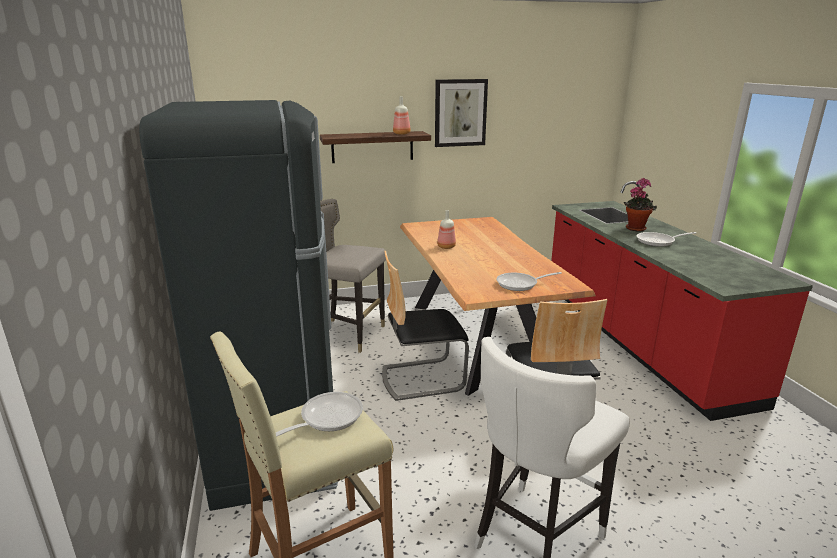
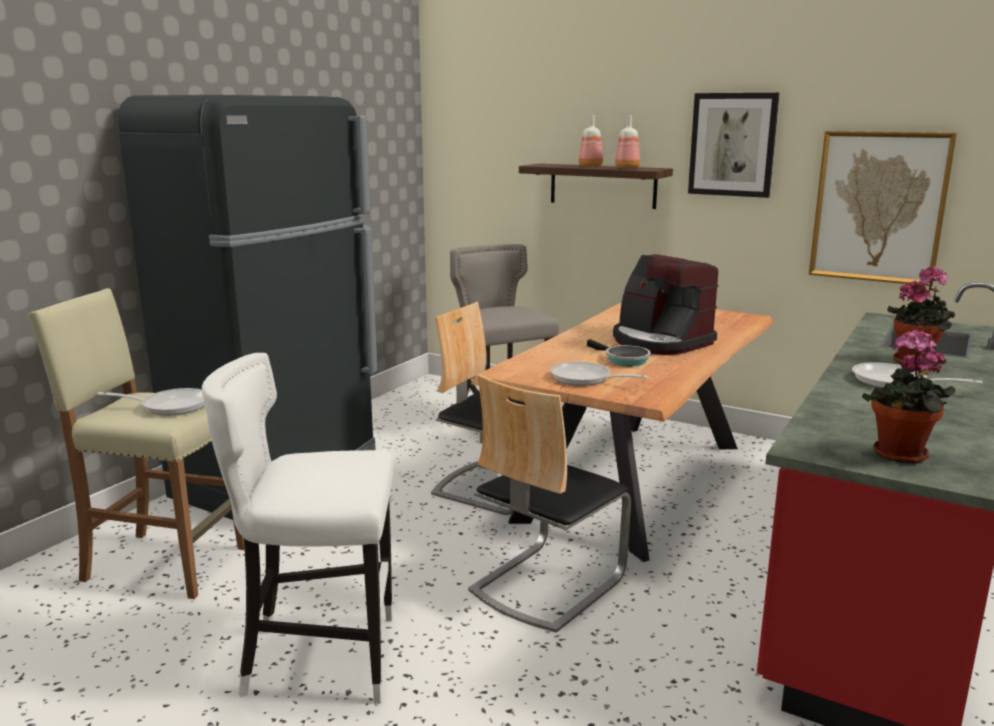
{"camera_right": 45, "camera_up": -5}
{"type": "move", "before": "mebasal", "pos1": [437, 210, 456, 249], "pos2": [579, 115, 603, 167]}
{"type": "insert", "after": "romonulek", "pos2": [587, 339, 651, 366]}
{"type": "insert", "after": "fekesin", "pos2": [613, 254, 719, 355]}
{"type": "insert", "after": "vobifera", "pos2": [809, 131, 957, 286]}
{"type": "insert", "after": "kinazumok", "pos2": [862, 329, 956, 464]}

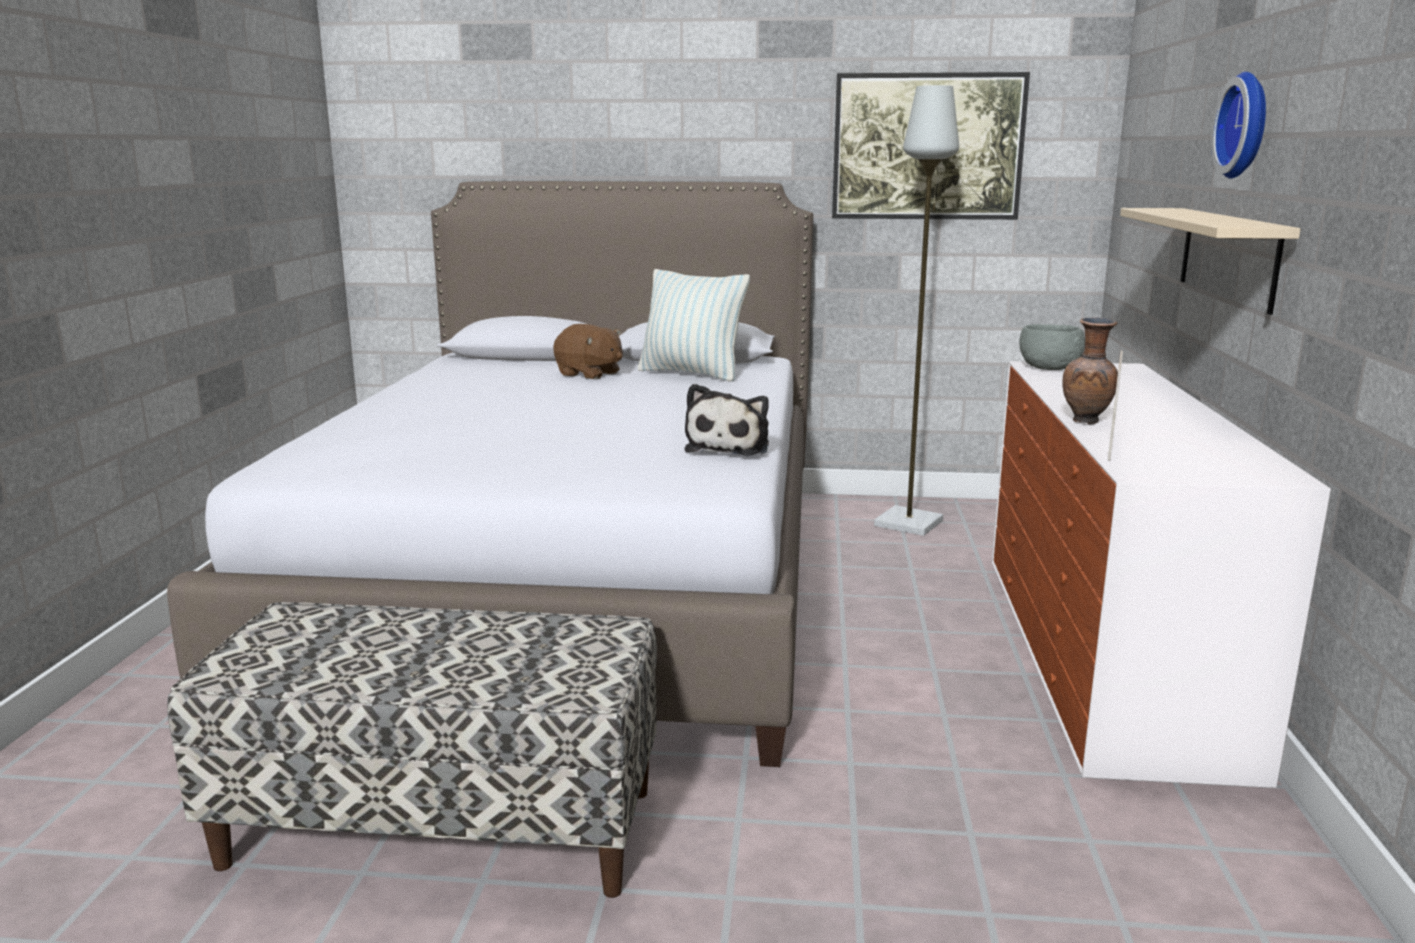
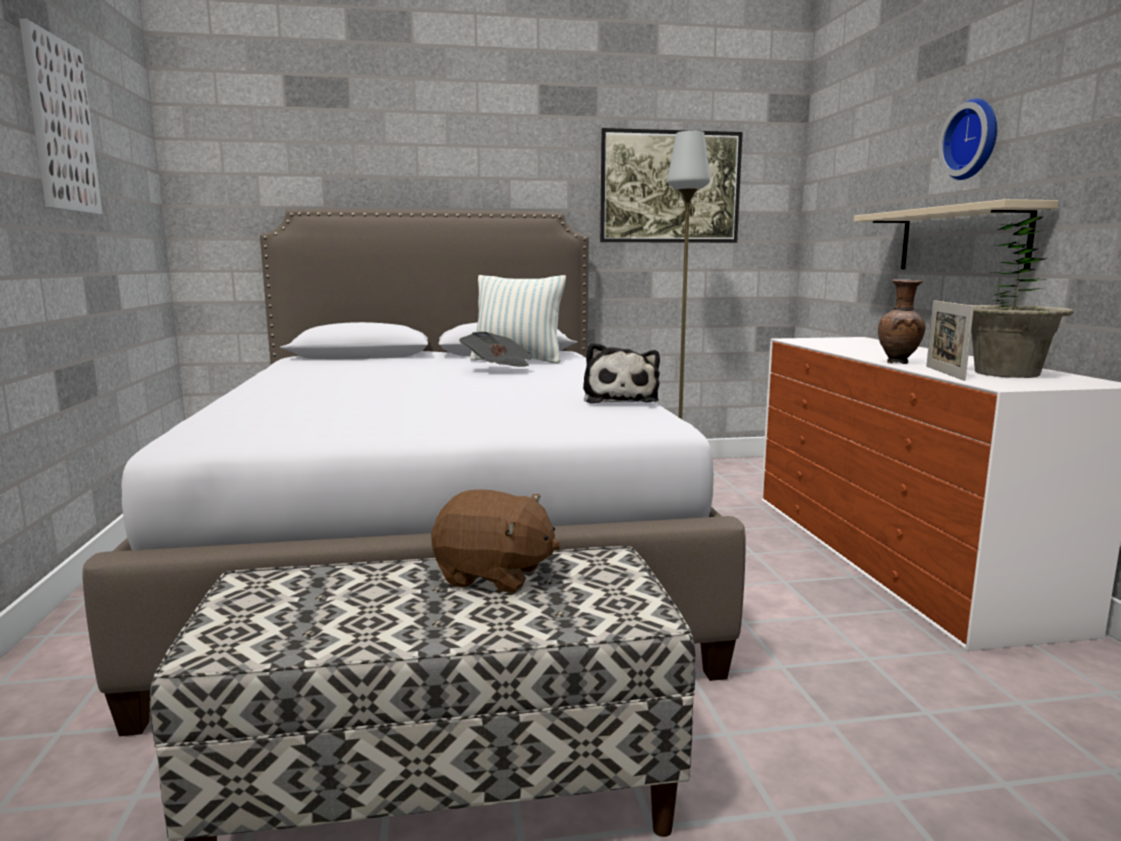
{"camera_right": -15, "camera_up": -5}
{"type": "move", "before": "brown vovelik", "pos1": [553, 324, 623, 380], "pos2": [431, 490, 561, 593]}
{"type": "delete", "before": "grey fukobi", "pos1": [1019, 324, 1085, 370]}
{"type": "insert", "after": "vobifera", "pos2": [19, 19, 102, 214]}
{"type": "insert", "after": "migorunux", "pos2": [460, 332, 532, 367]}
{"type": "insert", "after": "kinazumok", "pos2": [971, 216, 1074, 378]}

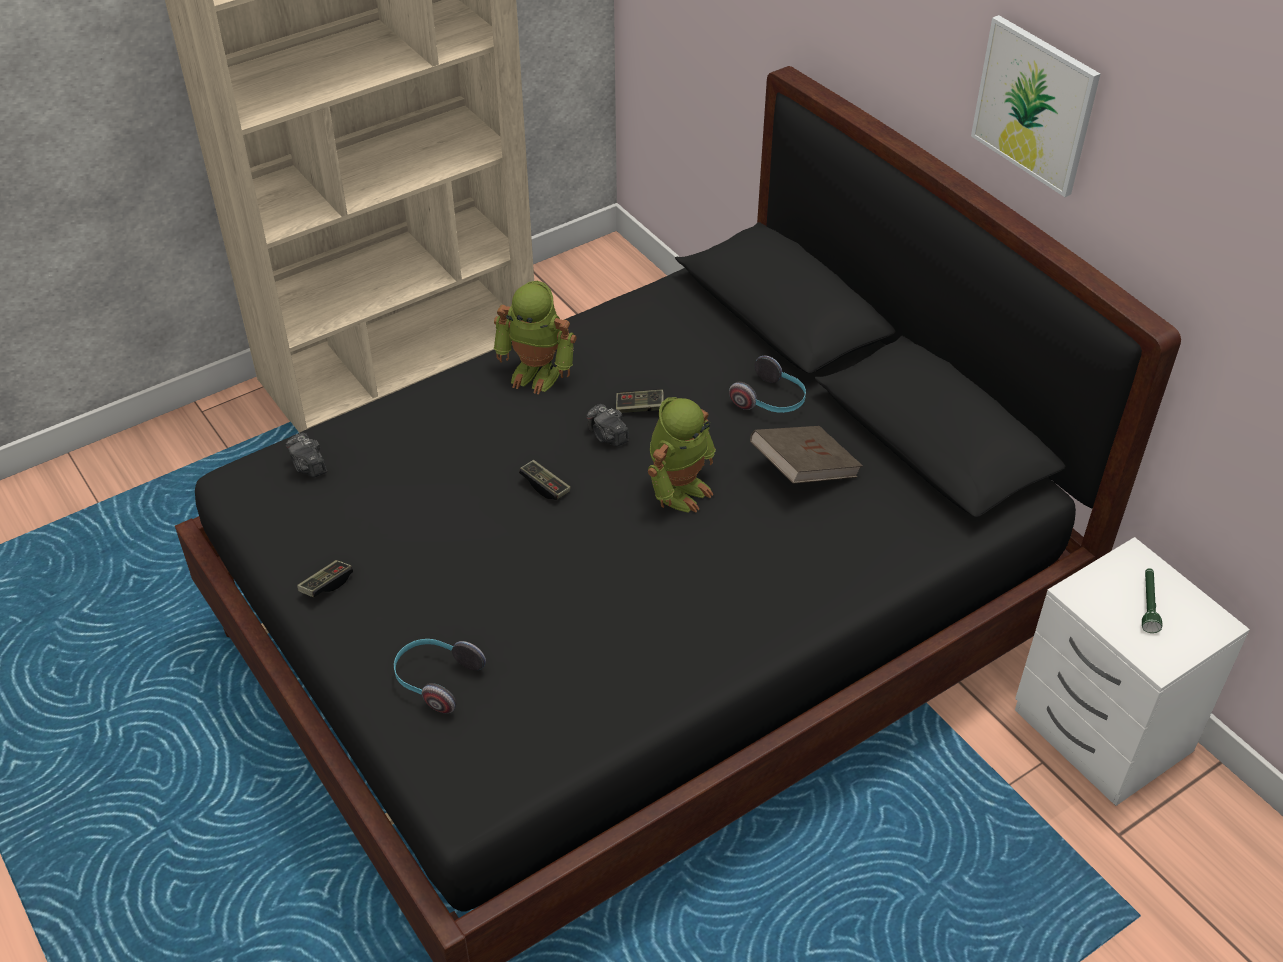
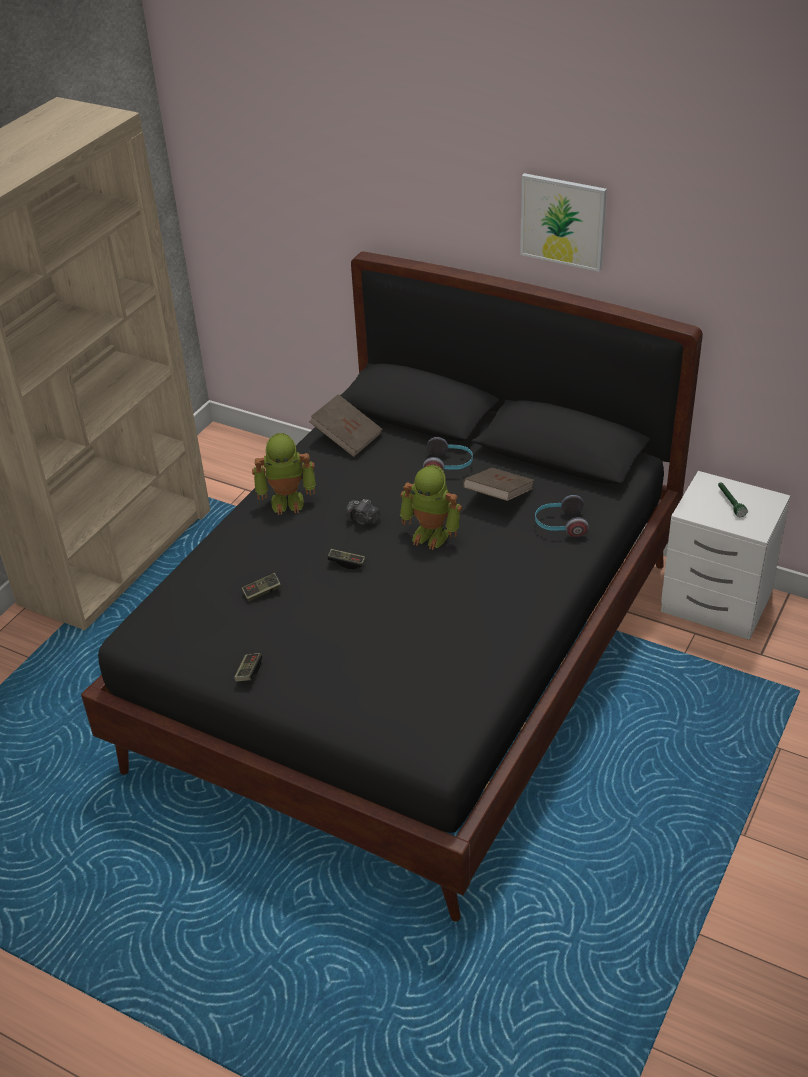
{"camera_right": -25, "camera_up": -5}
{"type": "delete", "before": "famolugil", "pos1": [286, 433, 327, 477]}
{"type": "move", "before": "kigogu", "pos1": [394, 639, 486, 713], "pos2": [535, 495, 589, 537]}
{"type": "move", "before": "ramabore", "pos1": [616, 389, 664, 413], "pos2": [242, 573, 281, 602]}
{"type": "rotate", "before": "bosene", "pos1": [648, 397, 716, 513], "pos2": [400, 465, 462, 550], "turn": 105}
{"type": "insert", "after": "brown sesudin", "pos2": [309, 394, 383, 457]}

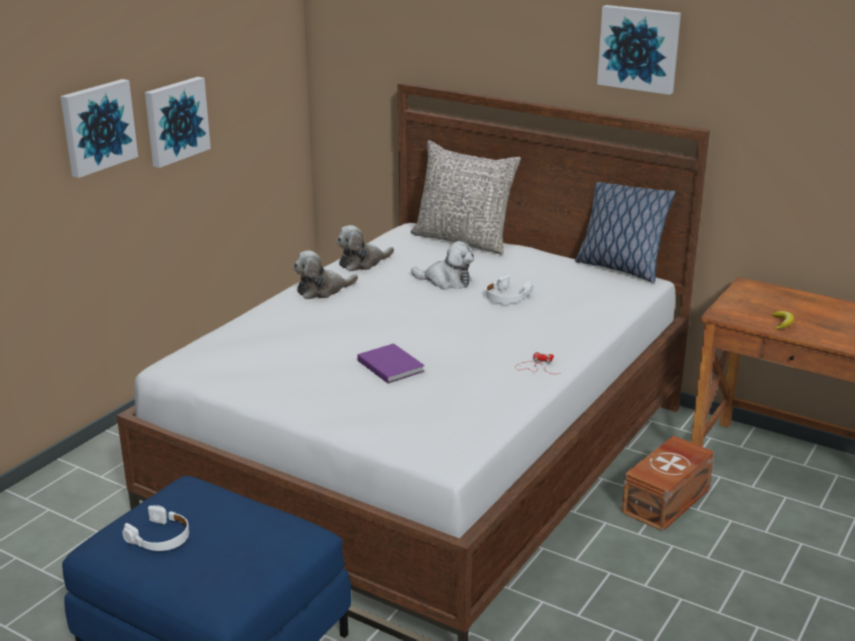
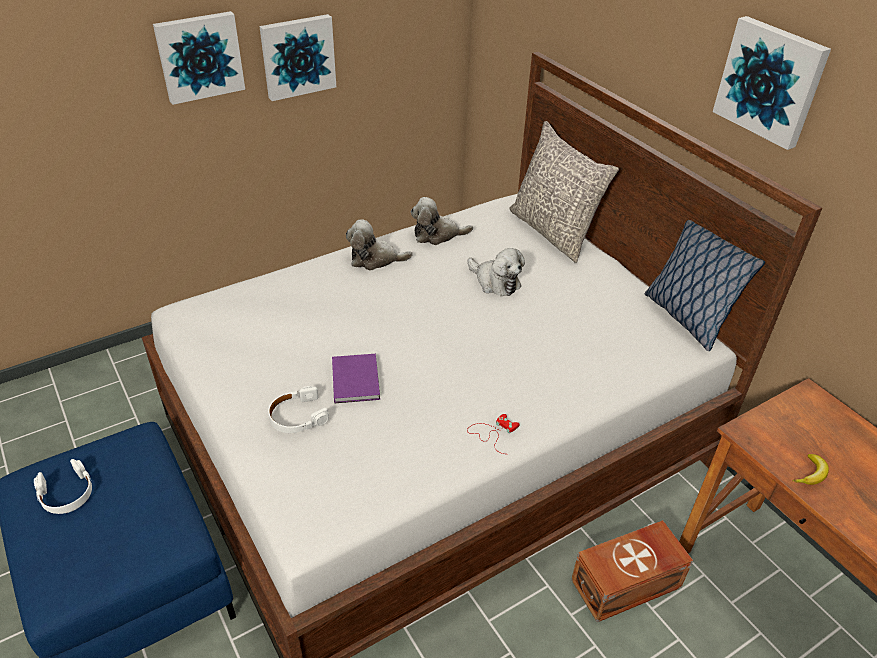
{"camera_right": 25, "camera_up": 15}
{"type": "move", "before": "white kigogu", "pos1": [486, 275, 533, 304], "pos2": [268, 386, 329, 433]}

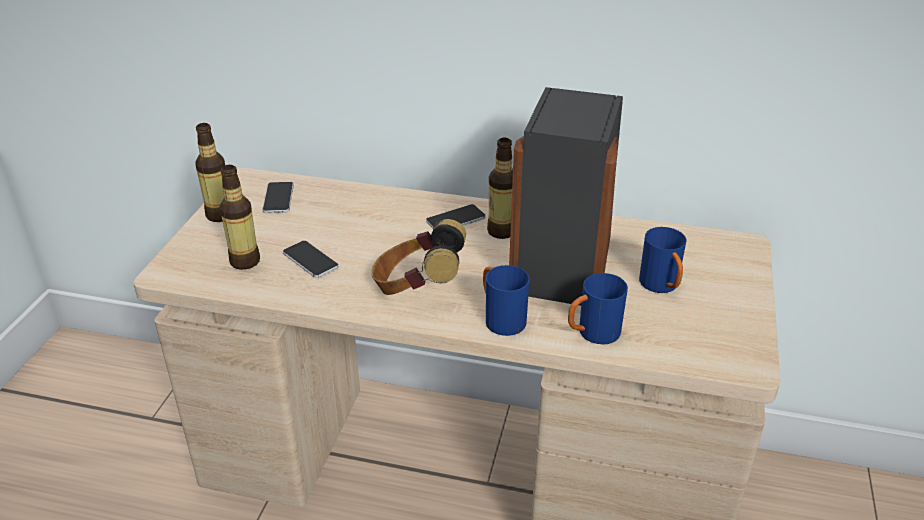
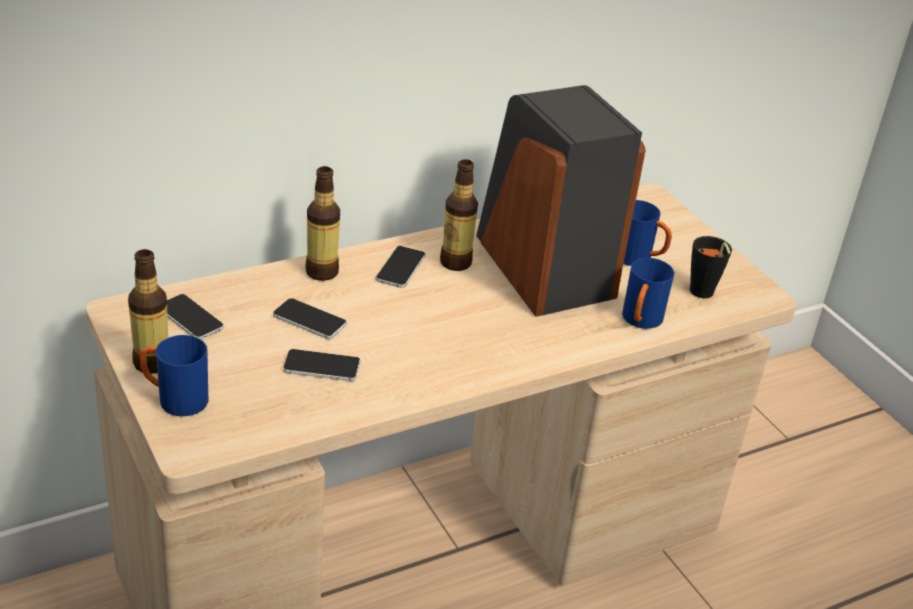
{"camera_right": -45, "camera_up": 0}
{"type": "move", "before": "mebasal", "pos1": [219, 165, 260, 270], "pos2": [305, 166, 340, 281]}
{"type": "delete", "before": "kigogu", "pos1": [371, 219, 466, 295]}
{"type": "move", "before": "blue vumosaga", "pos1": [483, 265, 529, 336], "pos2": [140, 335, 208, 416]}
{"type": "insert", "after": "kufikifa", "pos2": [273, 298, 347, 339]}
{"type": "insert", "after": "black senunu", "pos2": [690, 236, 732, 298]}

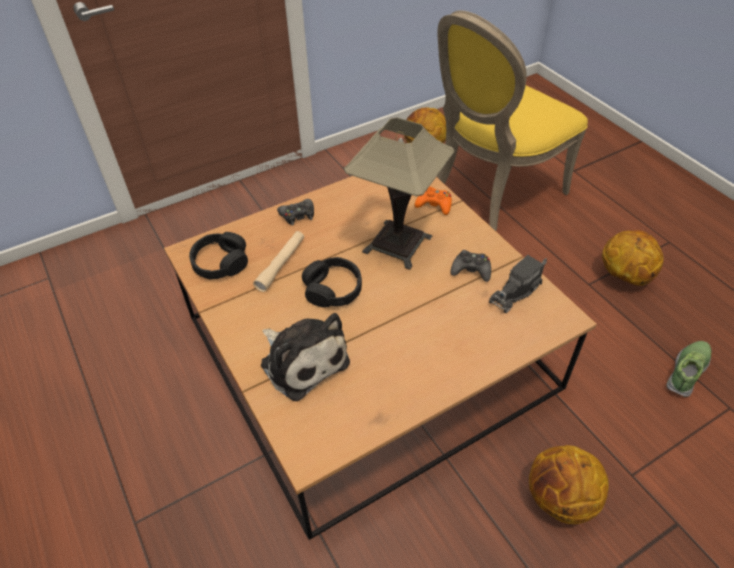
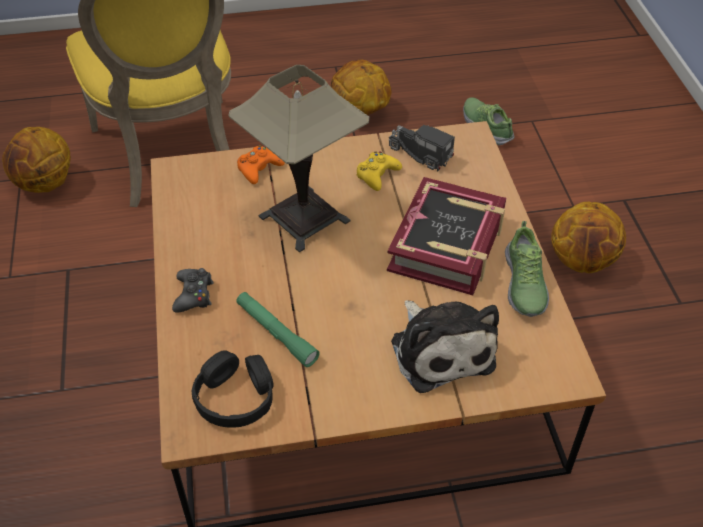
{"camera_right": -70, "camera_up": 0}
{"type": "recolor", "before": "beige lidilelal", "after": "green lidilelal", "pos1": [253, 231, 304, 292], "pos2": [236, 292, 320, 367]}
{"type": "rotate", "before": "vovelik", "pos1": [261, 313, 350, 401], "pos2": [391, 300, 499, 393], "turn": 90}
{"type": "delete", "before": "black kigogu", "pos1": [302, 257, 362, 308]}
{"type": "recolor", "before": "black ramabore", "after": "yellow ramabore", "pos1": [450, 250, 491, 282], "pos2": [356, 151, 402, 191]}
{"type": "rotate", "before": "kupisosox", "pos1": [489, 255, 547, 313], "pos2": [389, 125, 455, 171], "turn": 150}
{"type": "insert", "after": "sesudin", "pos2": [387, 177, 506, 296]}
{"type": "insert", "after": "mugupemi", "pos2": [505, 221, 549, 317]}

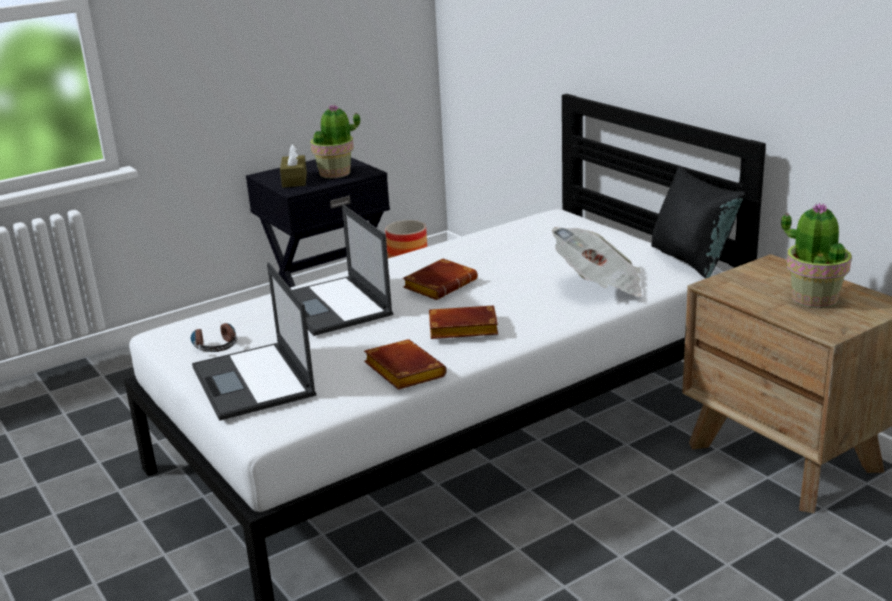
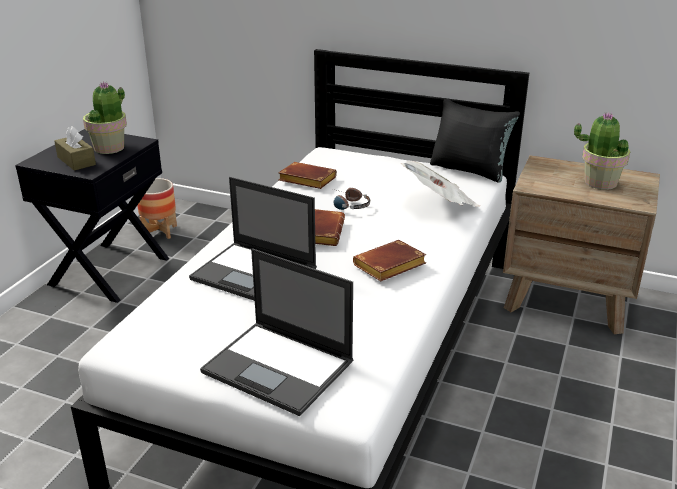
{"camera_right": -35, "camera_up": 5}
{"type": "move", "before": "kigogu", "pos1": [191, 323, 237, 352], "pos2": [334, 188, 370, 210]}
{"type": "move", "before": "brown sesudin", "pos1": [364, 339, 447, 390], "pos2": [278, 162, 337, 189]}

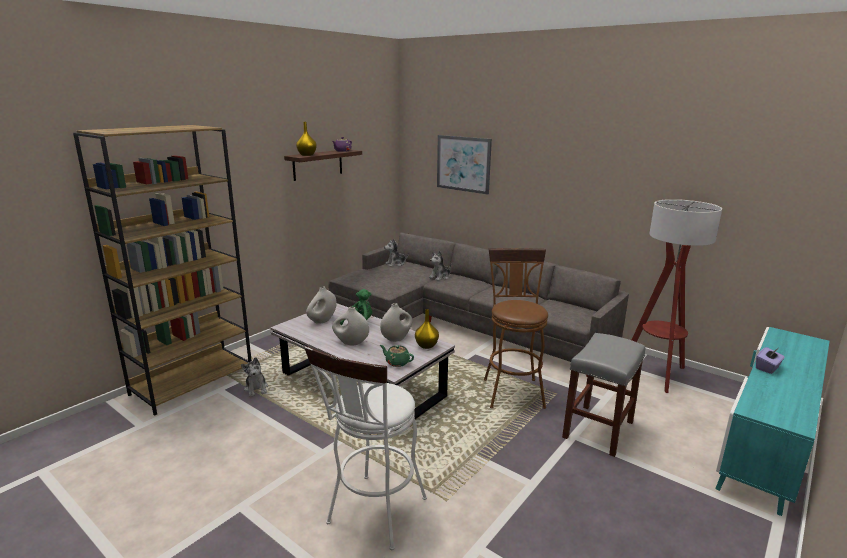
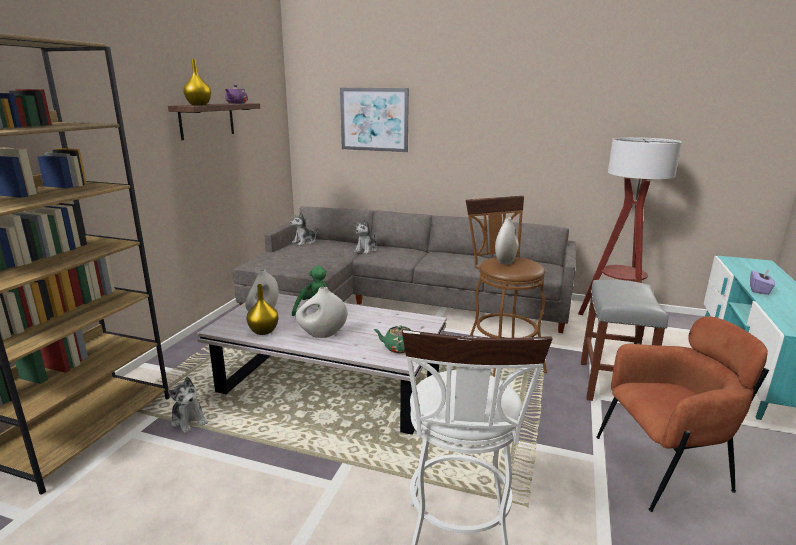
{"camera_right": -20, "camera_up": 0}
{"type": "move", "before": "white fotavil", "pos1": [380, 303, 412, 342], "pos2": [495, 217, 519, 265]}
{"type": "move", "before": "yellow fotavil", "pos1": [415, 309, 439, 349], "pos2": [247, 284, 278, 335]}
{"type": "insert", "after": "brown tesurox", "pos2": [596, 316, 769, 512]}

